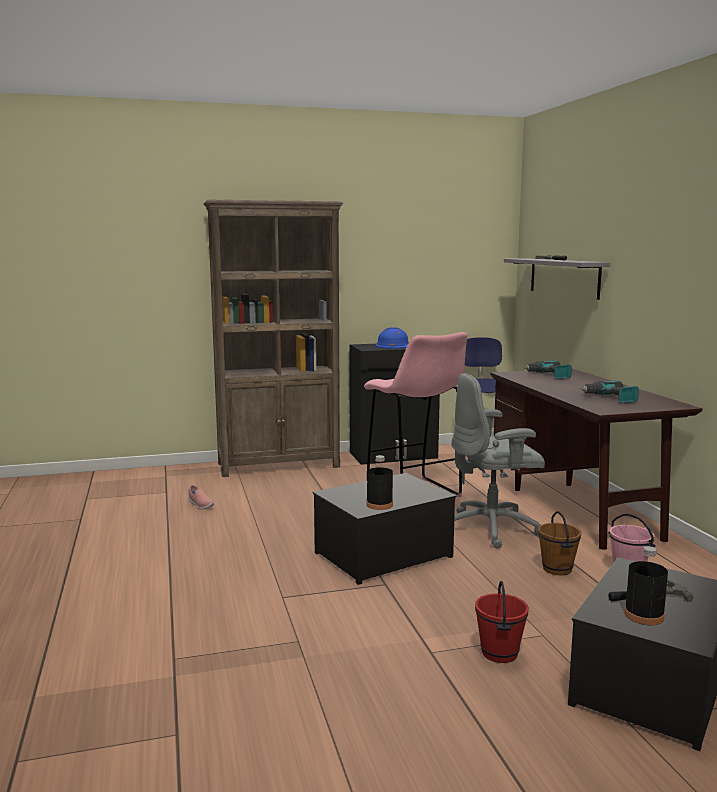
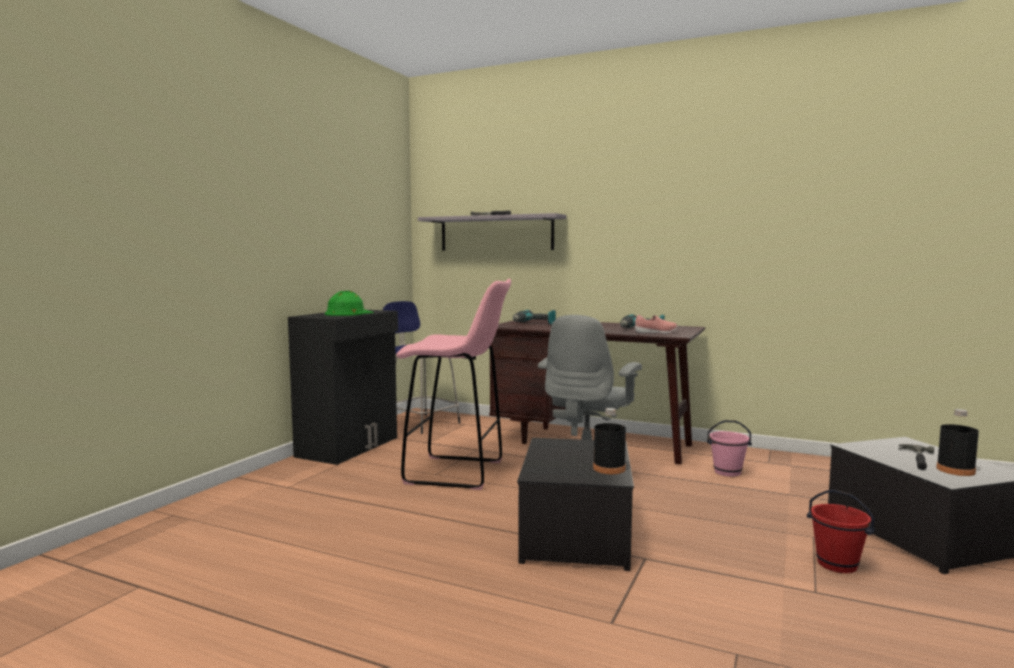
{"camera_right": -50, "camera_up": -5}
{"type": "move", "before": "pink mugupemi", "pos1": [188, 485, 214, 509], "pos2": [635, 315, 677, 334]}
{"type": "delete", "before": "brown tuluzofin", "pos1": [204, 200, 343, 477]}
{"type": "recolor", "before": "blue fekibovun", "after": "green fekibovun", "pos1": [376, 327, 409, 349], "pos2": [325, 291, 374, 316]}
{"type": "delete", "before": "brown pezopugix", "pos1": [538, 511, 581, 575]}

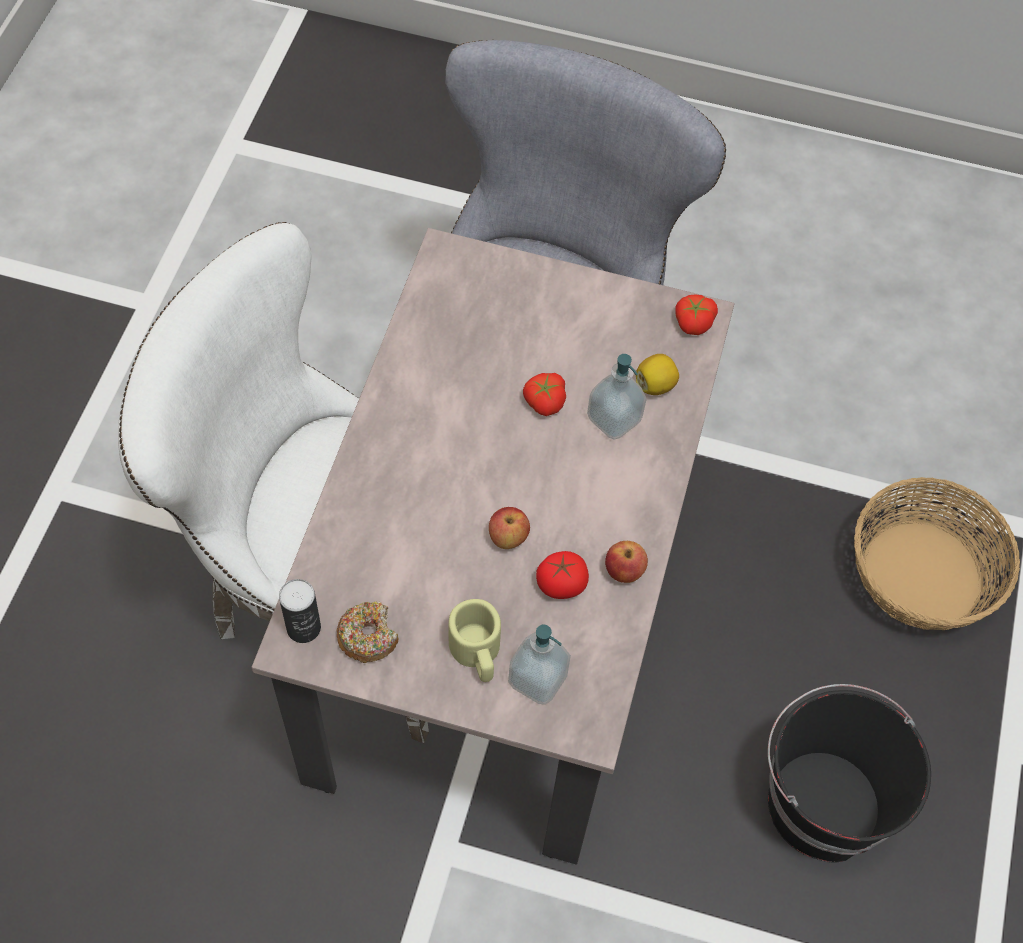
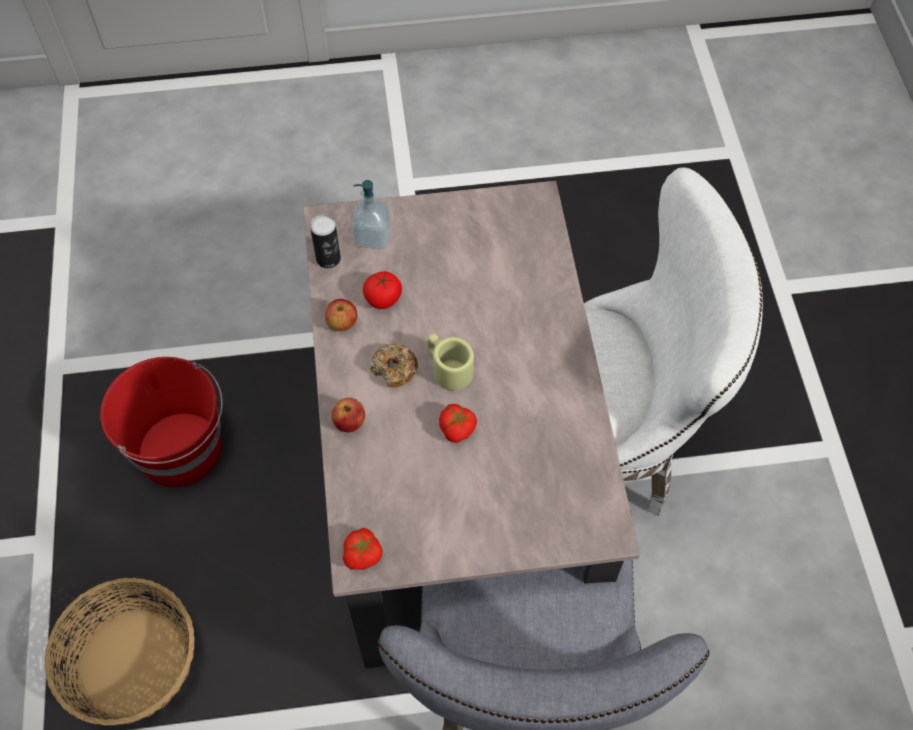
{"camera_right": 160, "camera_up": 0}
{"type": "move", "before": "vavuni", "pos1": [279, 579, 321, 643], "pos2": [310, 215, 341, 268]}
{"type": "move", "before": "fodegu", "pos1": [337, 601, 399, 663], "pos2": [371, 344, 418, 387]}
{"type": "move", "before": "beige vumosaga", "pos1": [448, 599, 501, 682], "pos2": [427, 333, 474, 391]}
{"type": "move", "before": "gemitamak", "pos1": [489, 507, 530, 549], "pos2": [332, 397, 365, 432]}
{"type": "delete", "before": "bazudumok", "pos1": [587, 354, 647, 439]}
{"type": "delete", "before": "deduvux", "pos1": [636, 354, 679, 395]}
{"type": "recolor", "before": "black pezopugix", "after": "red pezopugix", "pos1": [768, 684, 931, 863], "pos2": [100, 357, 223, 488]}

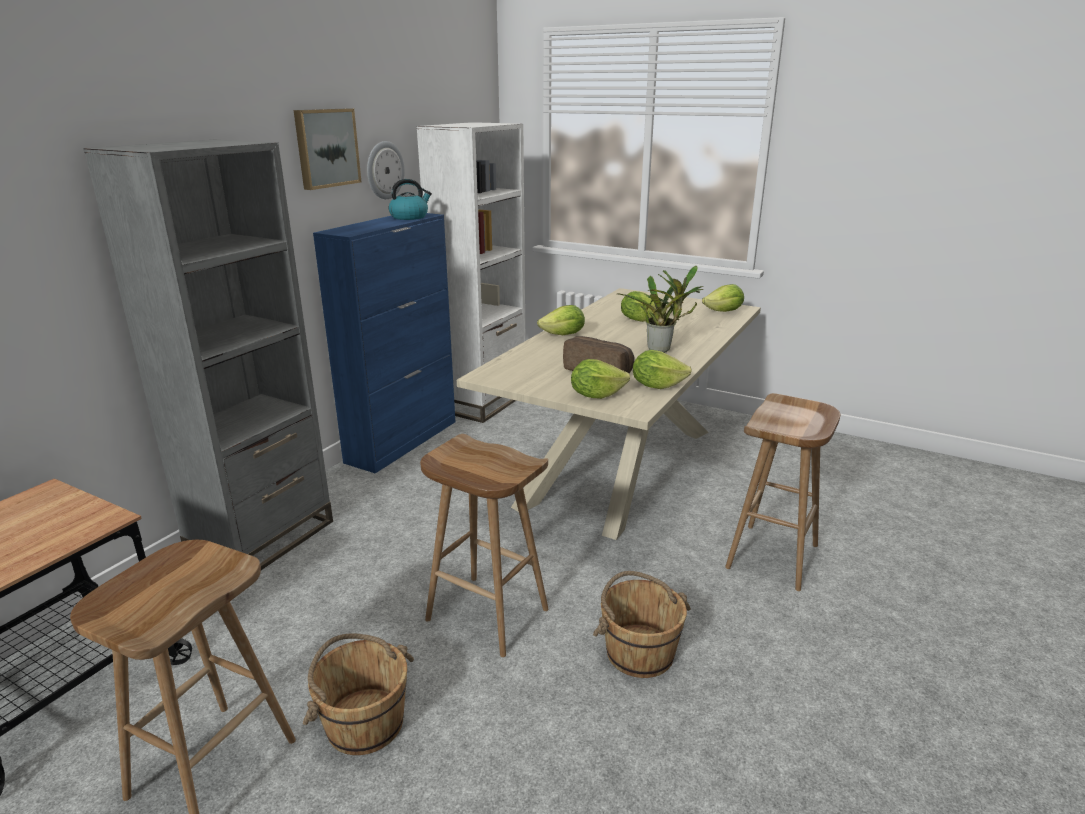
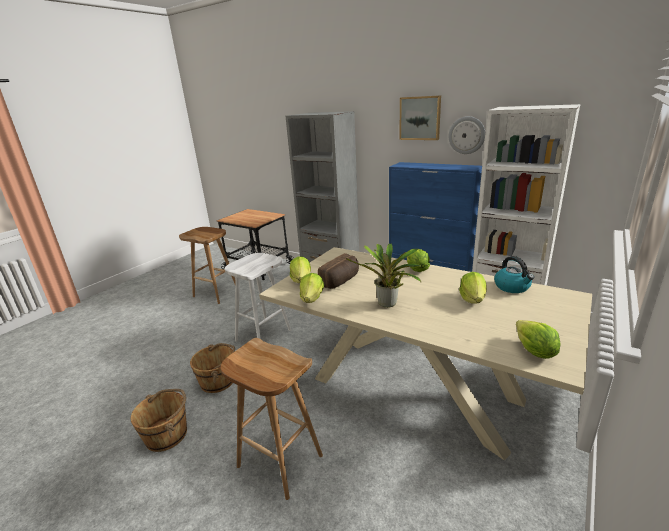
{"camera_right": 95, "camera_up": 0}
{"type": "move", "before": "brown pezopugix", "pos1": [303, 633, 414, 755], "pos2": [130, 389, 187, 452]}
{"type": "move", "before": "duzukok", "pos1": [389, 179, 432, 220], "pos2": [494, 256, 534, 293]}
{"type": "recolor", "before": "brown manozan", "after": "white manozan", "pos1": [420, 434, 548, 657], "pos2": [225, 253, 291, 342]}

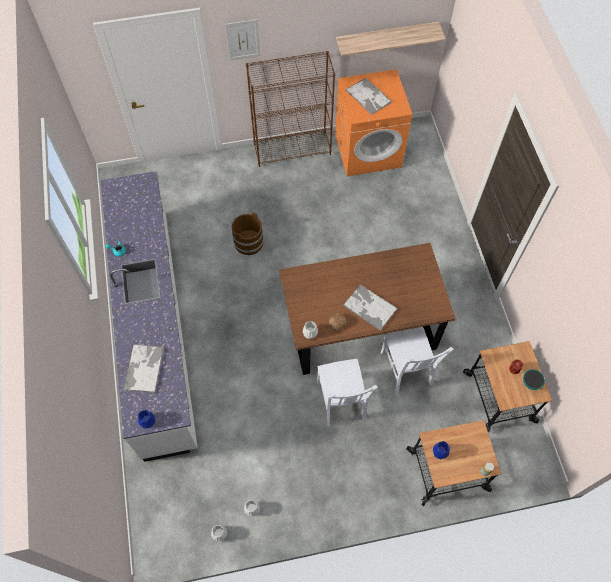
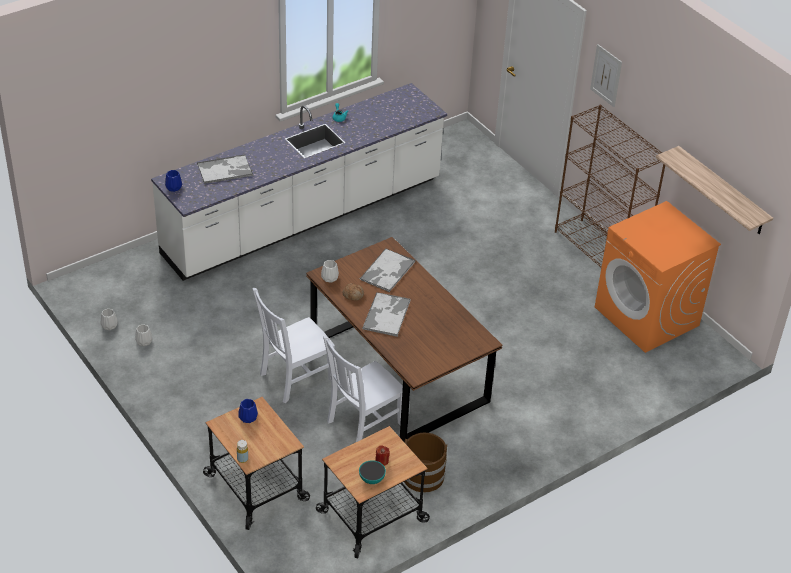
{"camera_right": 65, "camera_up": -20}
{"type": "move", "before": "brown pezopugix", "pos1": [232, 212, 264, 255], "pos2": [404, 433, 447, 493]}
{"type": "move", "before": "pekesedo", "pos1": [346, 77, 392, 115], "pos2": [360, 248, 416, 292]}

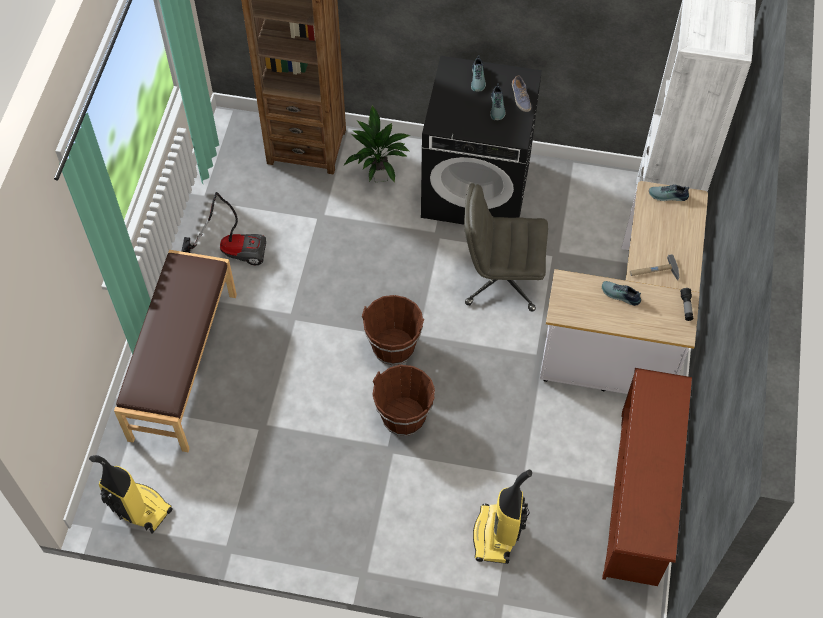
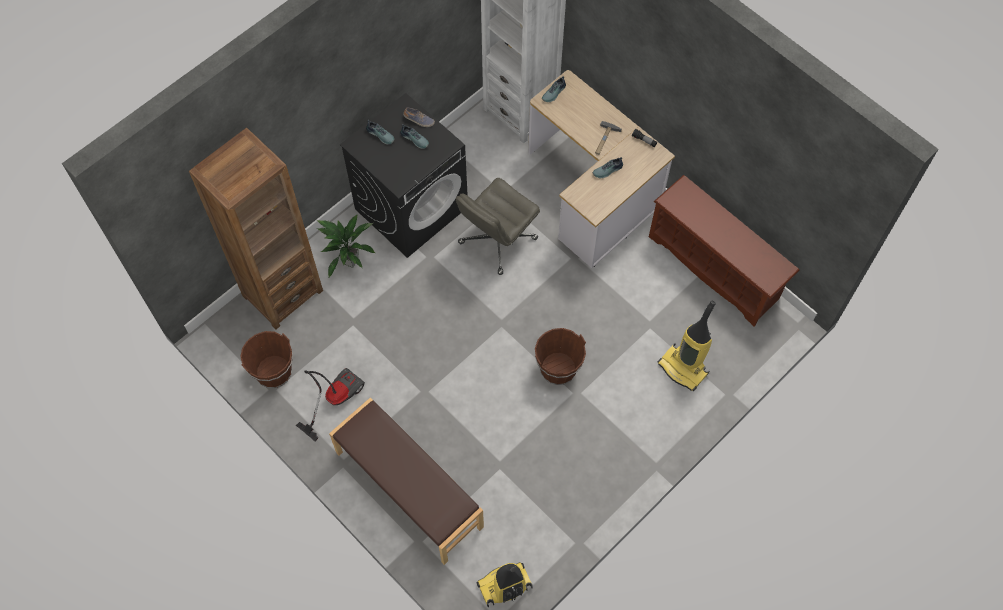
{"camera_right": -55, "camera_up": 5}
{"type": "move", "before": "brown pezopugix", "pos1": [362, 295, 424, 365], "pos2": [240, 331, 293, 388]}

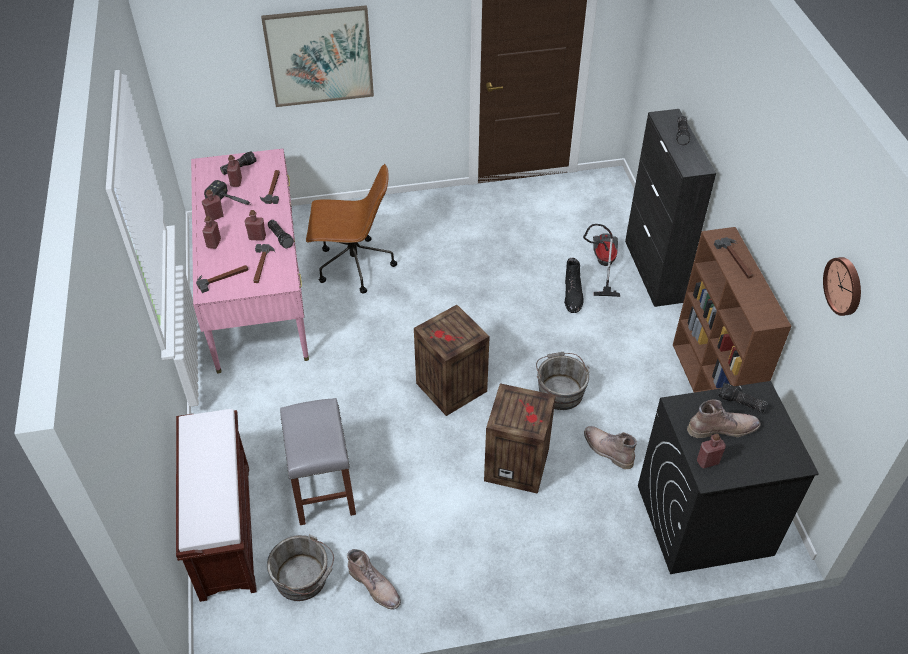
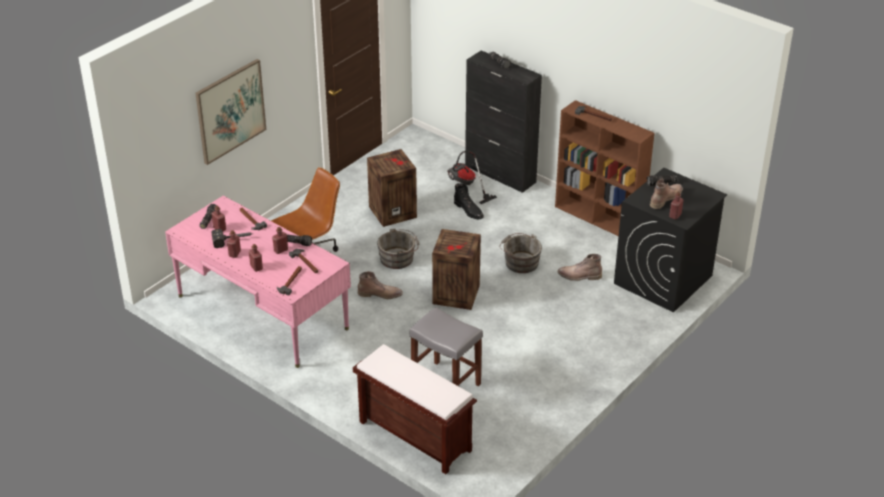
{"camera_right": -40, "camera_up": -10}
{"type": "move", "before": "grey pezopugix", "pos1": [267, 534, 334, 601], "pos2": [377, 228, 419, 269]}
{"type": "move", "before": "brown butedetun", "pos1": [347, 549, 401, 609], "pos2": [358, 271, 403, 299]}
{"type": "move", "before": "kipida", "pos1": [484, 383, 556, 494], "pos2": [367, 149, 417, 227]}
{"type": "delete", "before": "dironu", "pos1": [823, 257, 861, 316]}

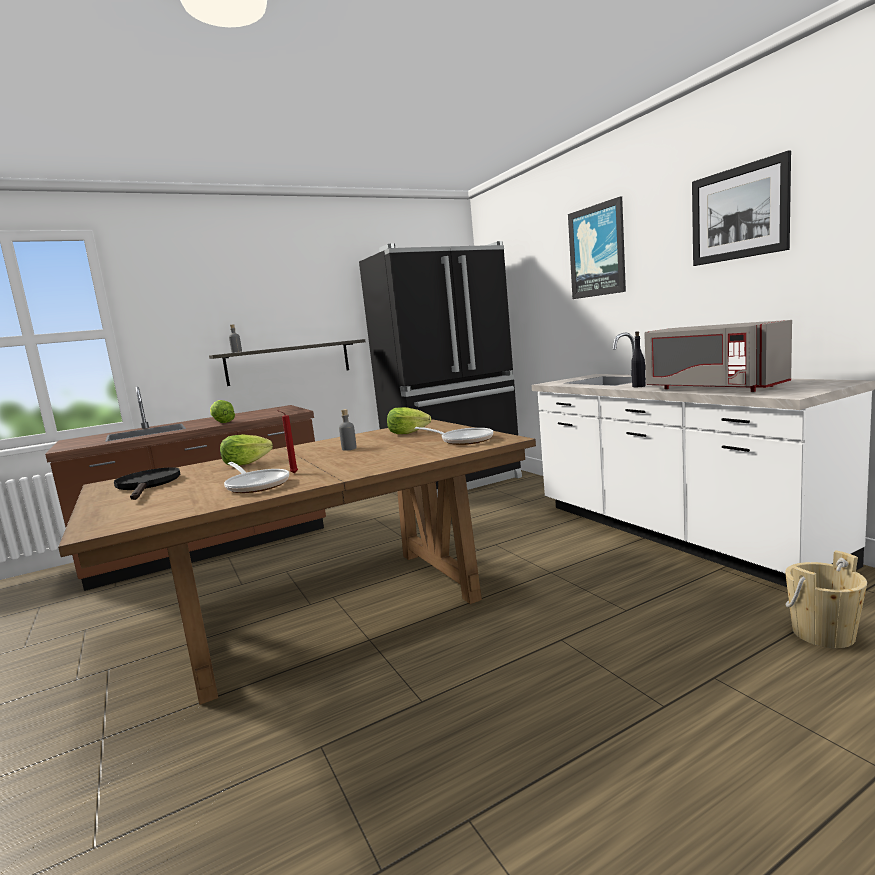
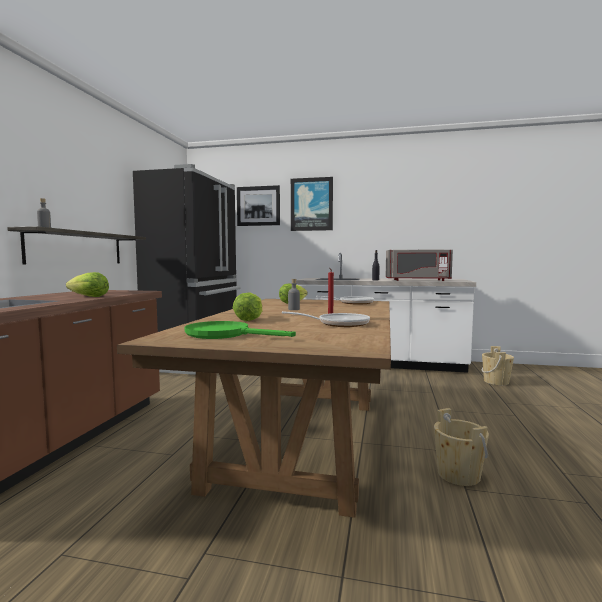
{"camera_right": -50, "camera_up": -5}
{"type": "recolor", "before": "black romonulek", "after": "green romonulek", "pos1": [114, 467, 180, 500], "pos2": [185, 321, 296, 339]}
{"type": "move", "before": "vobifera", "pos1": [692, 150, 791, 266], "pos2": [237, 185, 280, 226]}
{"type": "insert", "after": "beige pezopugix", "pos2": [434, 408, 489, 486]}

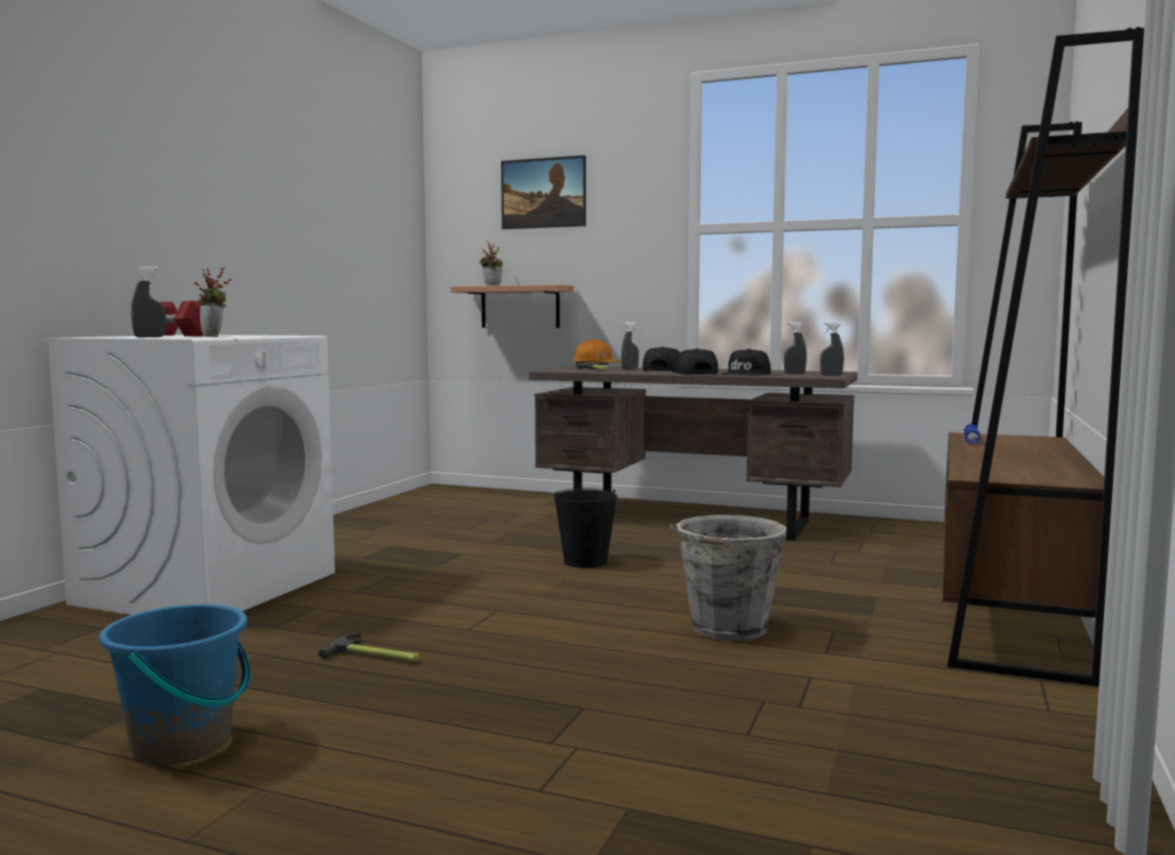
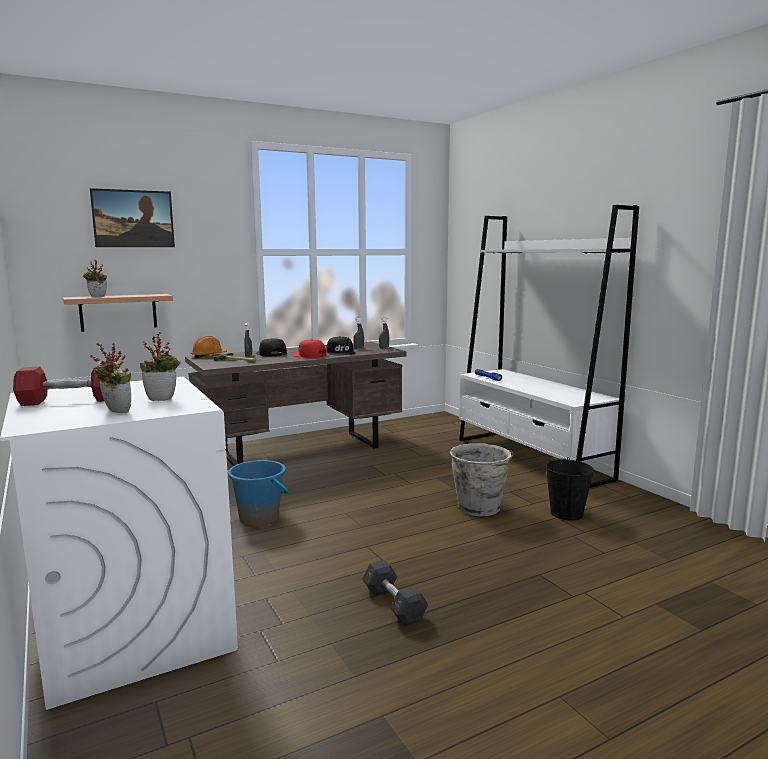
{"camera_right": -50, "camera_up": 5}
{"type": "move", "before": "blue pezopugix", "pos1": [99, 604, 251, 765], "pos2": [228, 460, 288, 527]}
{"type": "replace", "before": "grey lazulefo", "after": "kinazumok", "pos1": [131, 267, 166, 337], "pos2": [90, 342, 131, 413]}
{"type": "replace", "before": "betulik", "after": "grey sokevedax", "pos1": [318, 633, 420, 662], "pos2": [363, 560, 428, 626]}
{"type": "move", "before": "black pezopugix", "pos1": [554, 488, 617, 568], "pos2": [545, 457, 594, 520]}
{"type": "recolor", "before": "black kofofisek", "after": "red kofofisek", "pos1": [673, 348, 718, 374], "pos2": [291, 339, 326, 358]}
{"type": "recolor", "before": "brown tuluzofin", "after": "white tuluzofin", "pos1": [943, 27, 1144, 686], "pos2": [459, 205, 639, 488]}

